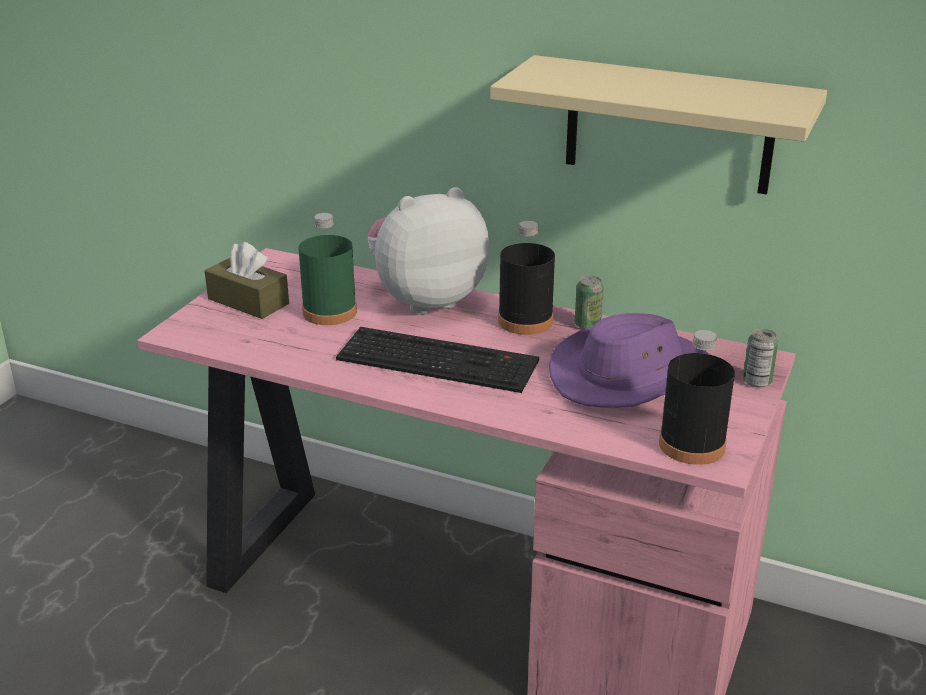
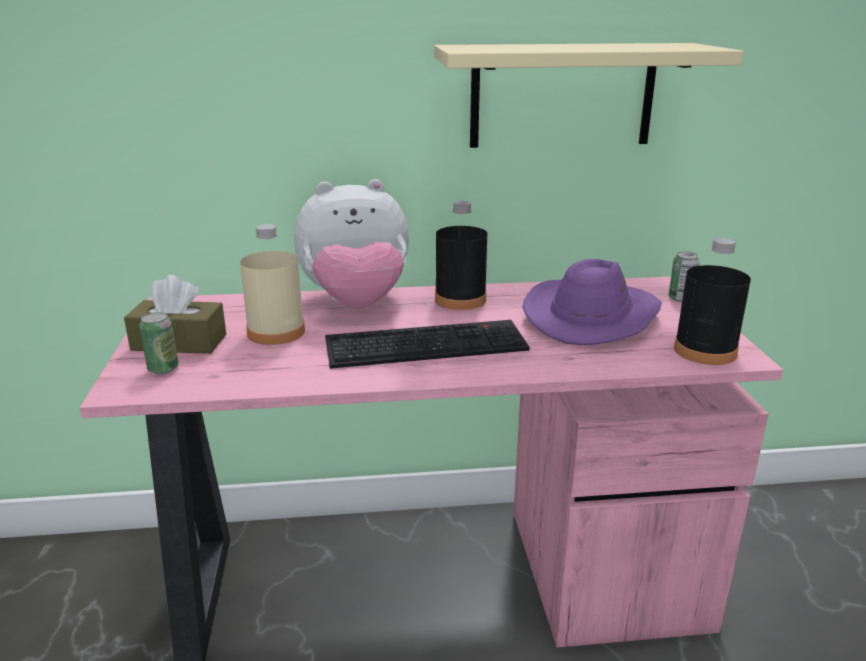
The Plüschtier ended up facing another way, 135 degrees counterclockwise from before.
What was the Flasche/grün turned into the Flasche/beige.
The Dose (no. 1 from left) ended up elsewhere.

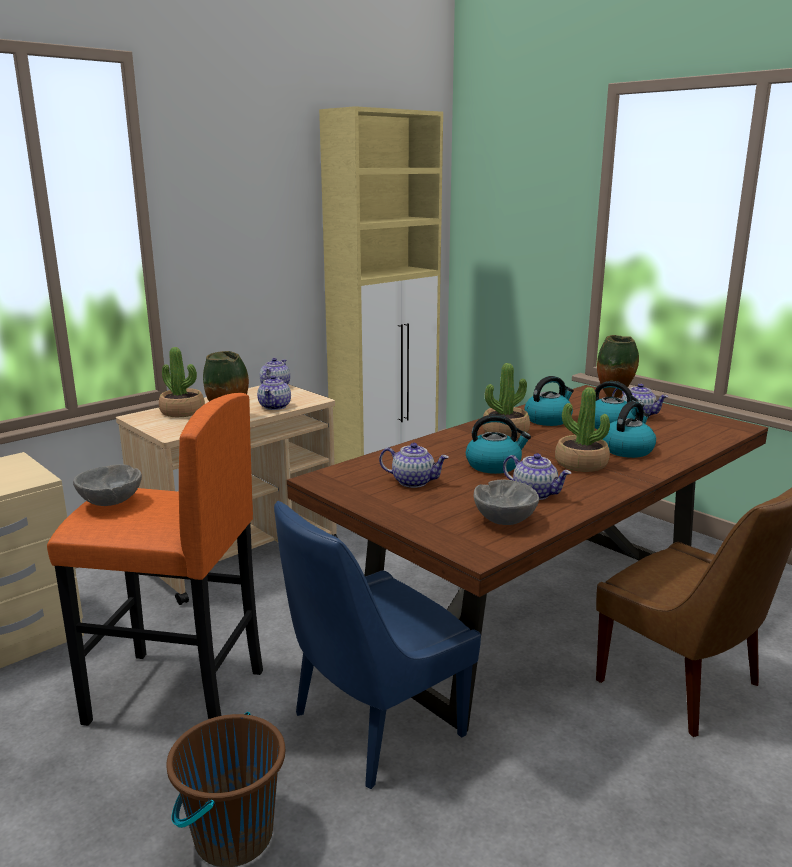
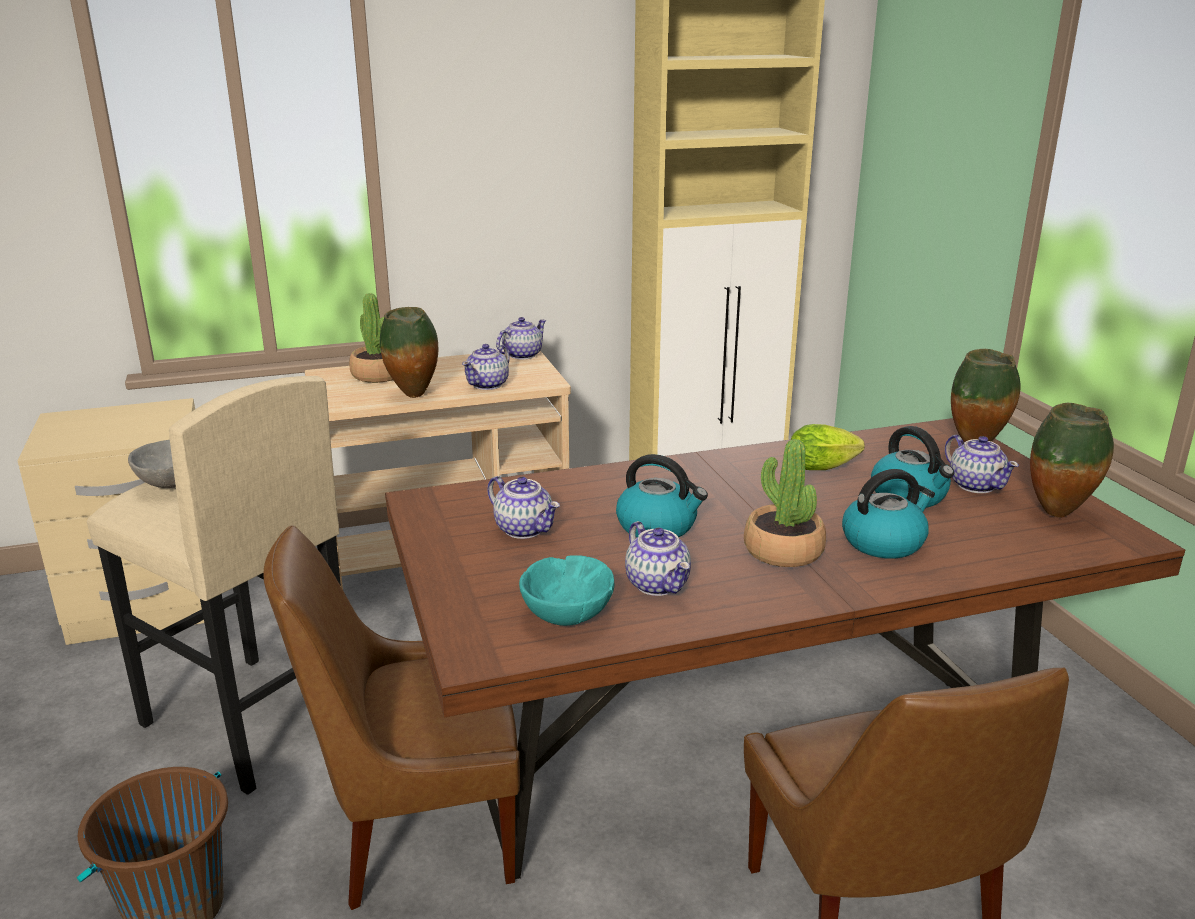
The second view lost the Topfpflanze (no. 2 from left).
Where the Wasserkessel (no. 2 from left) stood, the Salatkopf came to stand.
What was the Hocker/orange turned into the Hocker/beige.
What was the Schüssel/grau (no. 2 from left) turned into the Schüssel/türkis.
What was the Stuhl/blau turned into the Stuhl/braun (no. 1 from left).
The second view gained the Vase (no. 3 from left).

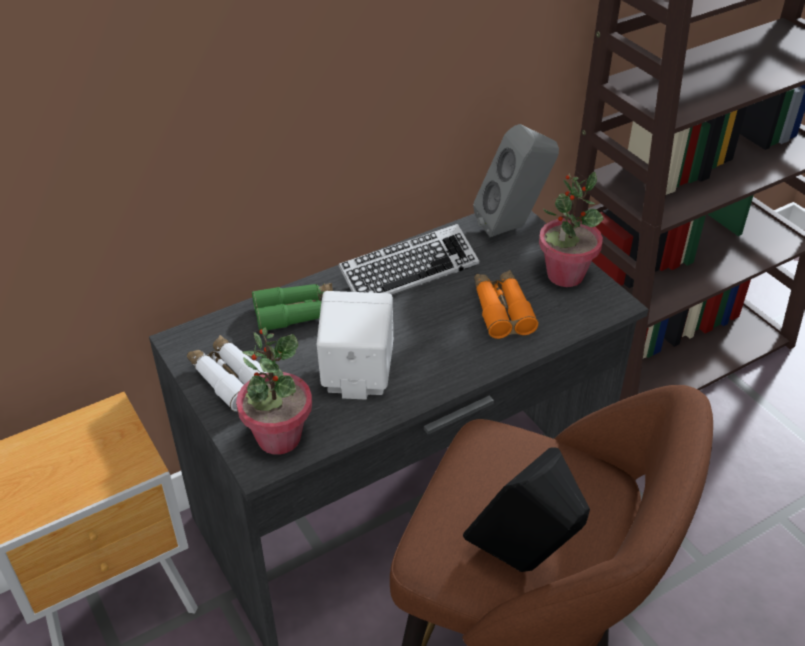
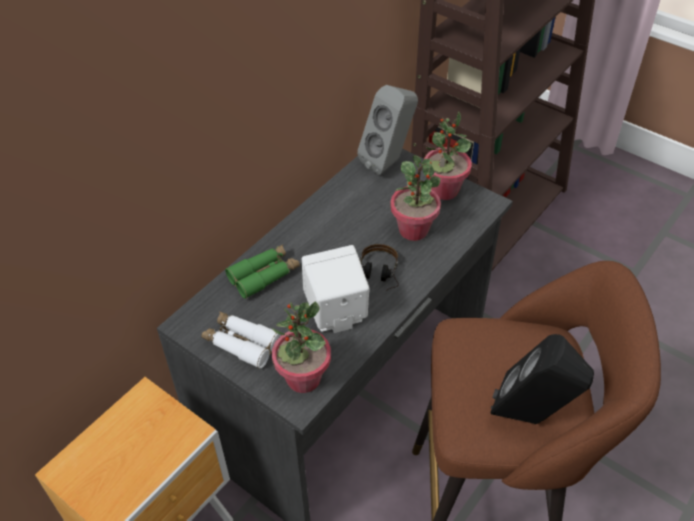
The second view lost the Tastatur.
Where the Fernglas/orange stood, the Topfpflanze (no. 2 from left) came to stand.
The second view gained the Kopfhörer.

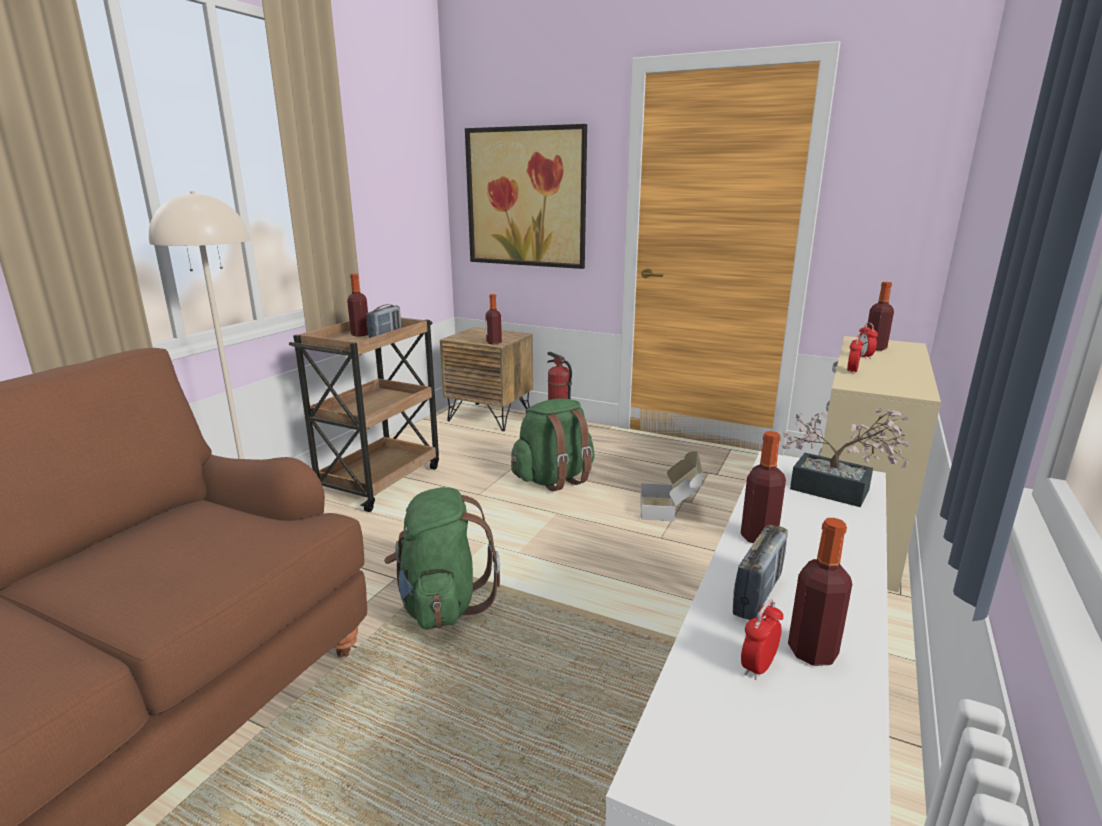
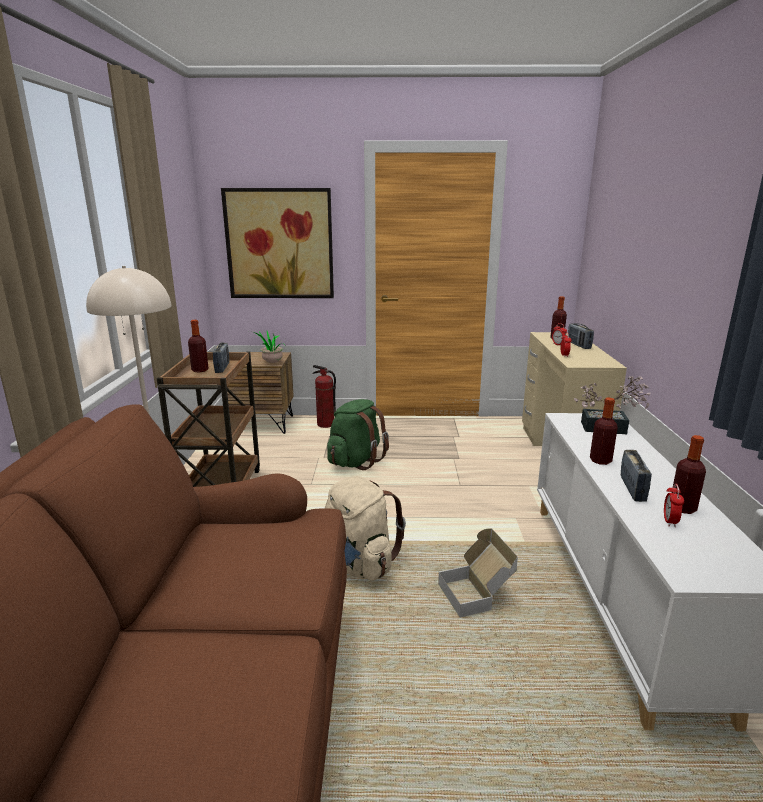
Where the Flasche (no. 2 from left) stood, the Topfpflanze (no. 1 from left) came to stand.
The Karton ended up elsewhere.
What was the Rucksack/grün (no. 1 from left) turned into the Rucksack/beige.
The second view gained the Radio (no. 2 from left).

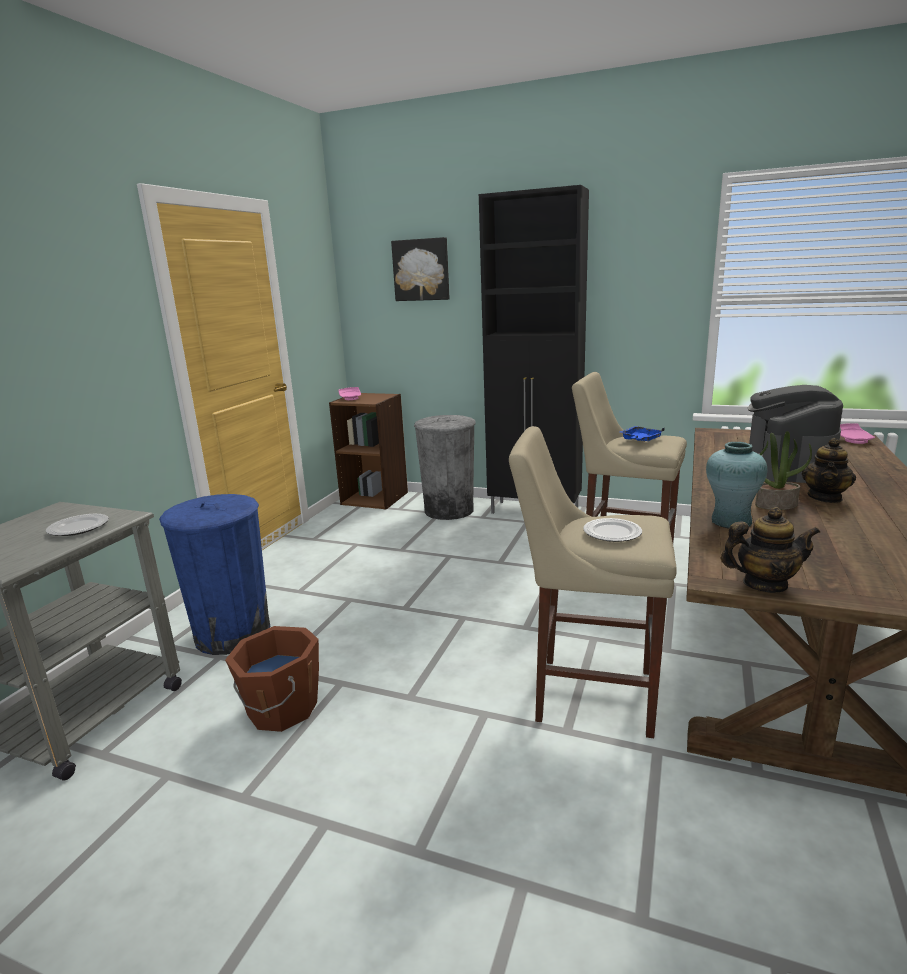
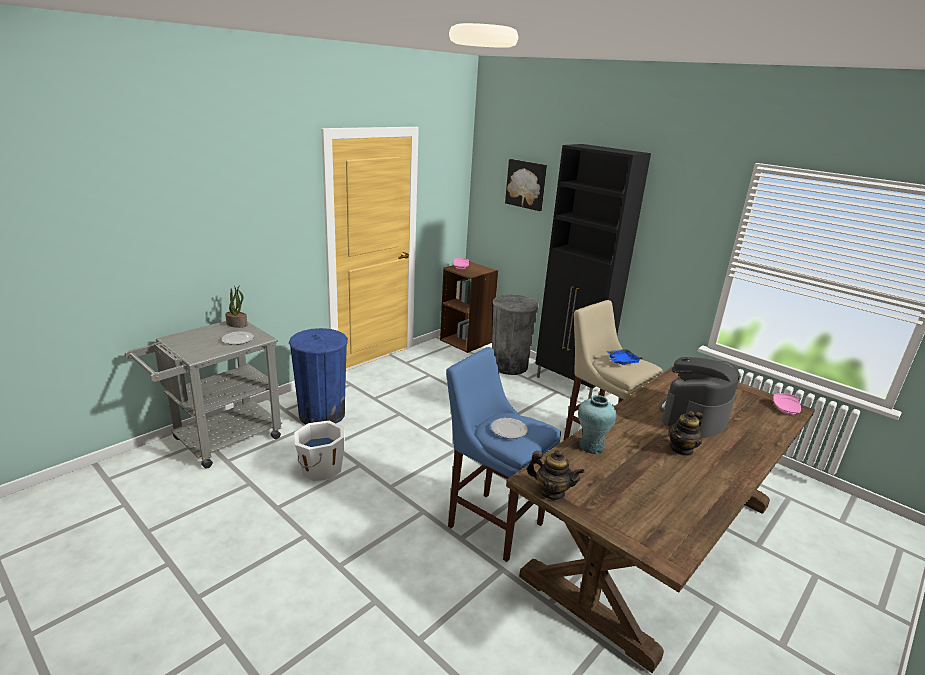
What was the Hocker/beige (no. 1 from left) turned into the Hocker/blau.
The Topfpflanze ended up elsewhere.
What was the Eimer/braun turned into the Eimer/weiß.

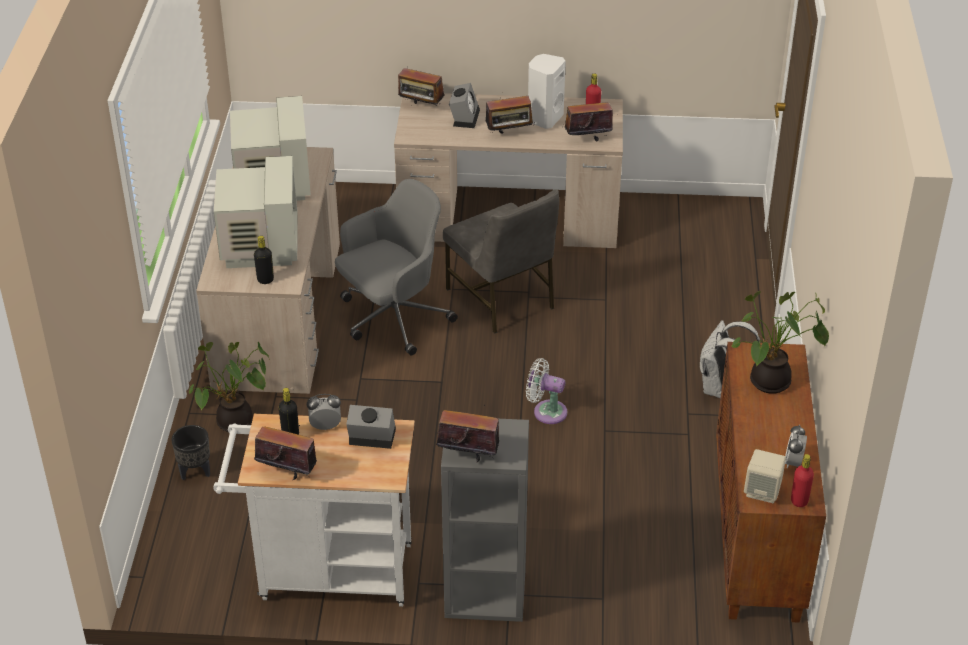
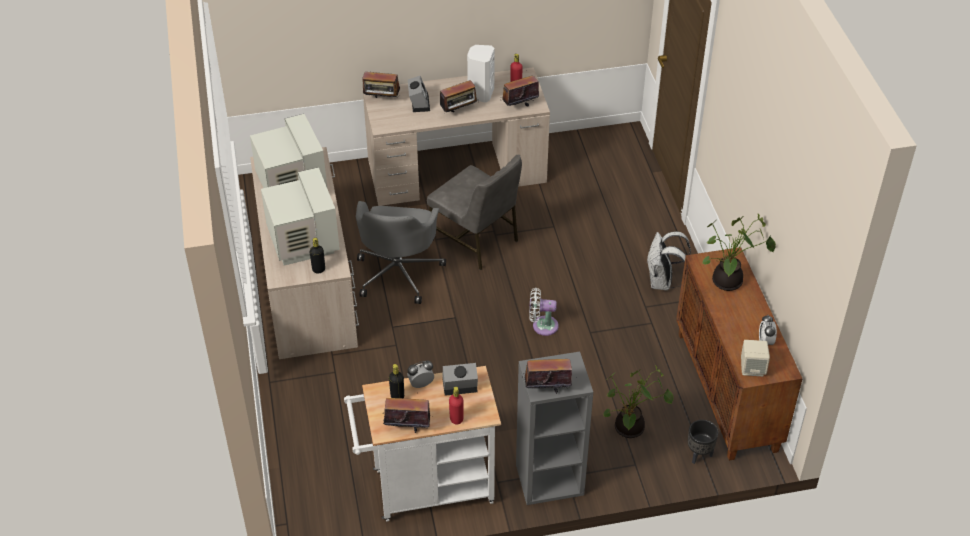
The Bürostuhl/grau ended up facing another way, 150 degrees clockwise from before.
The Topfpflanze (no. 1 from left) ended up elsewhere.
The Pflanzkübel/schwarz ended up elsewhere.
The Flasche/rot (no. 2 from left in the first image) ended up elsewhere.

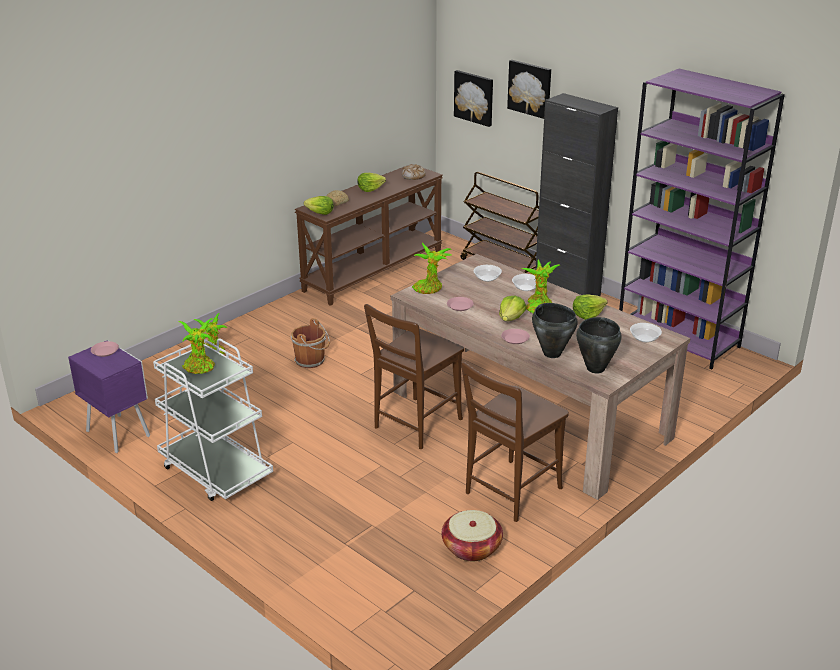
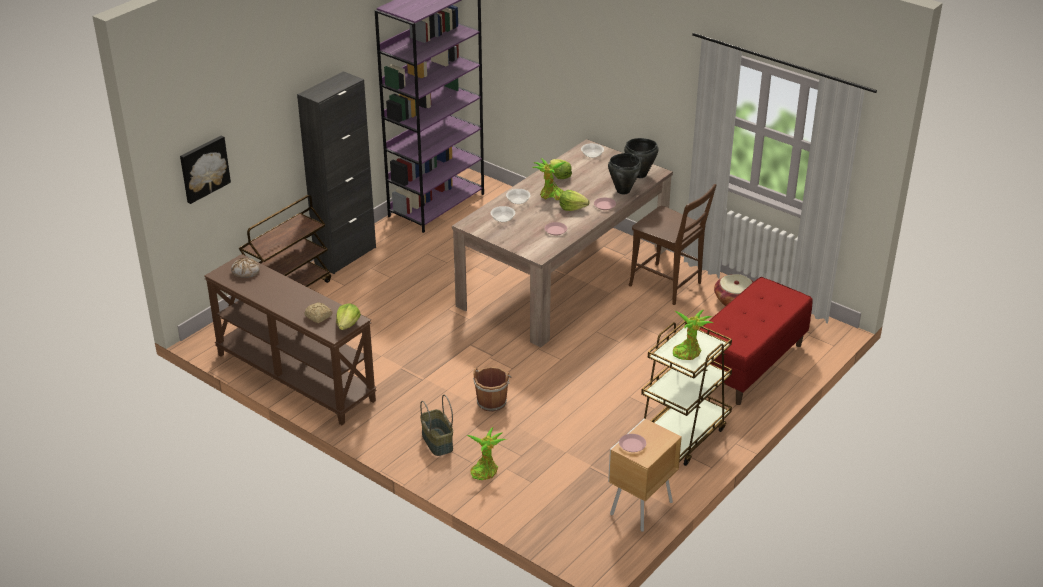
The second view lost the Bild (no. 2 from left).
The second view lost the Salatkopf (no. 2 from left).
The second view lost the Topfpflanze (no. 3 from left).
The second view lost the Stuhl/braun (no. 1 from left).
What was the Rollwagen/weiß turned into the Rollwagen/braun (no. 2 from left).
What was the Nachttisch/lila turned into the Nachttisch/braun.
The second view gained the Bank/rot.
The second view gained the Korb (no. 1 from left).

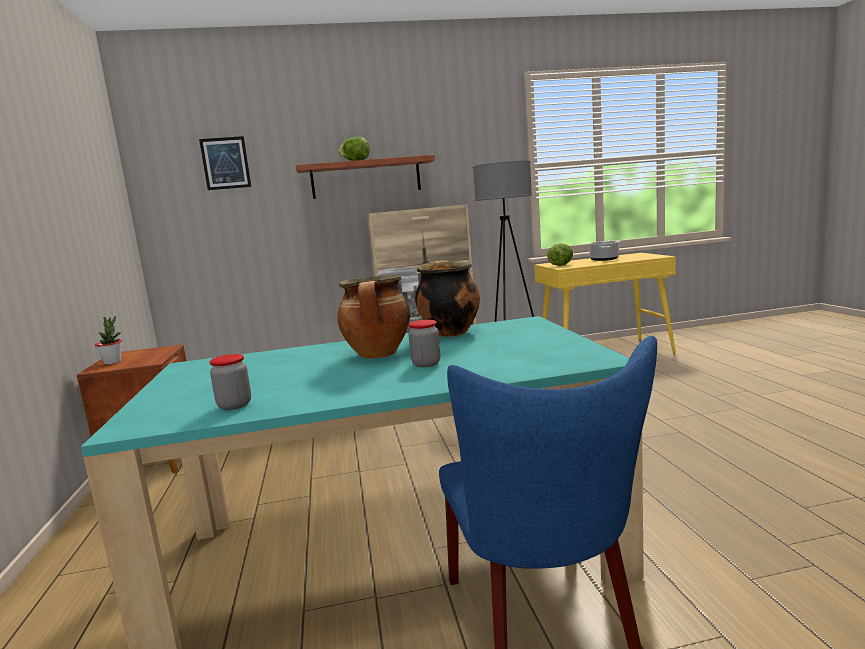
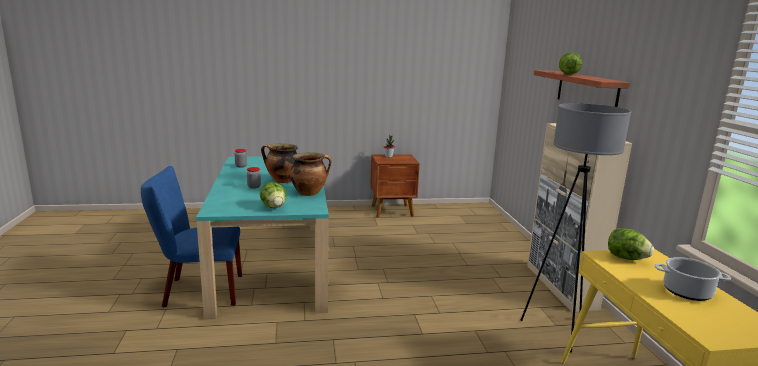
The second view lost the Bild.
The second view gained the Salatkopf (no. 1 from left).

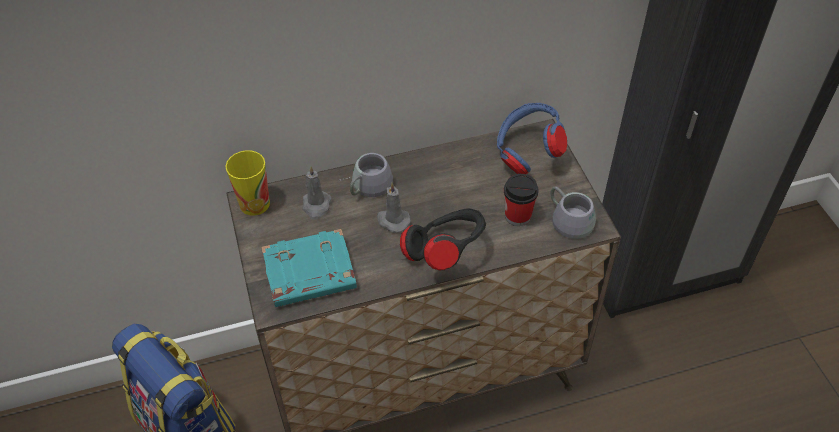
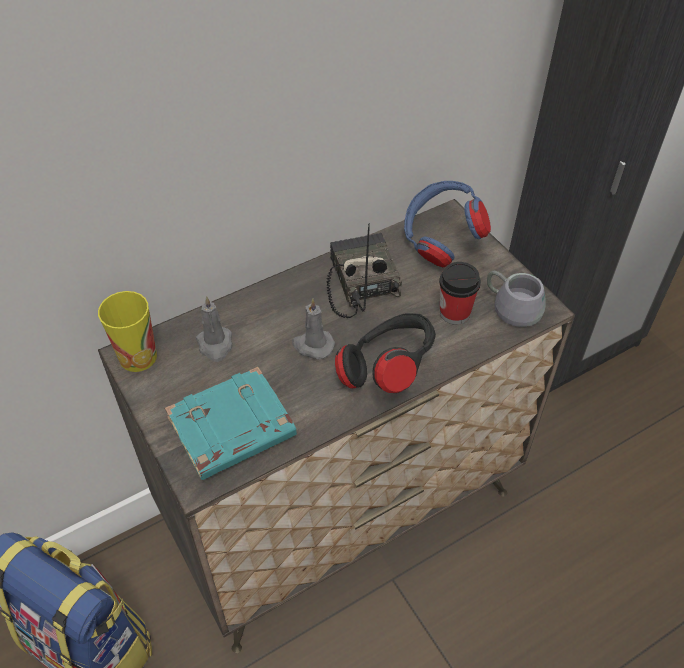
The second view lost the Henkelbecher/grau (no. 1 from left).
The second view gained the Radio.

